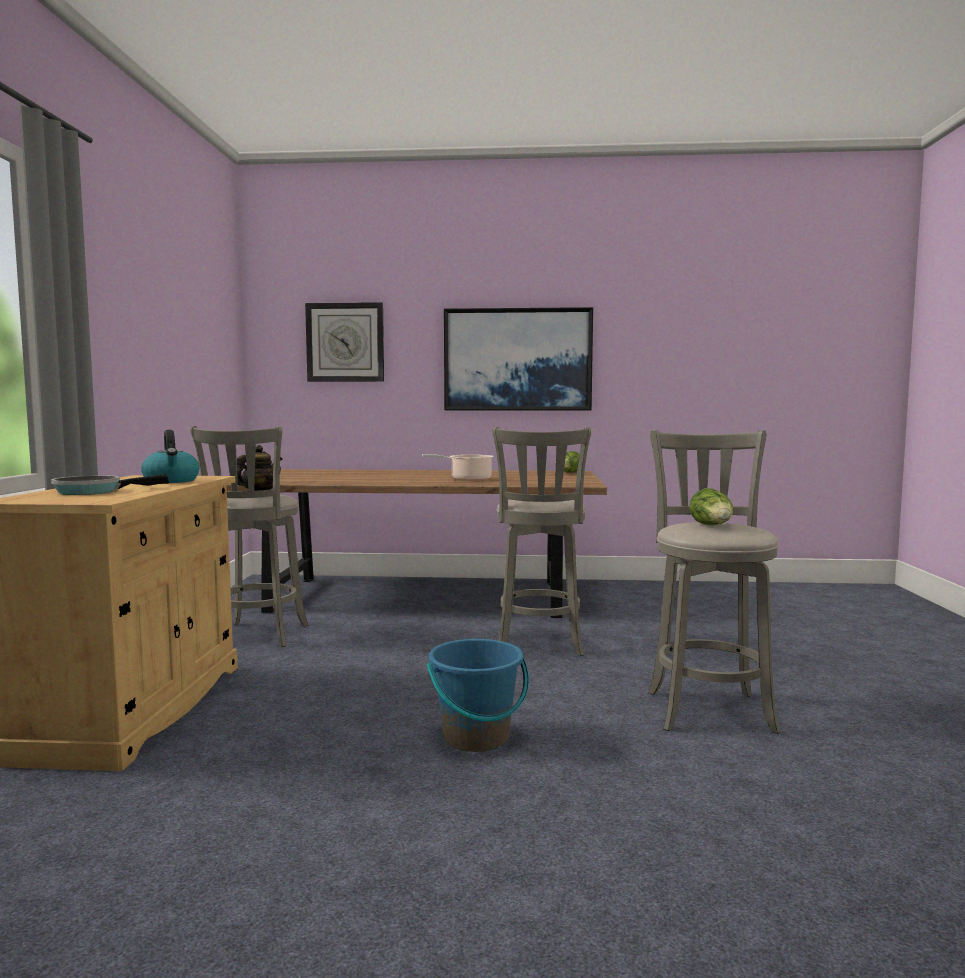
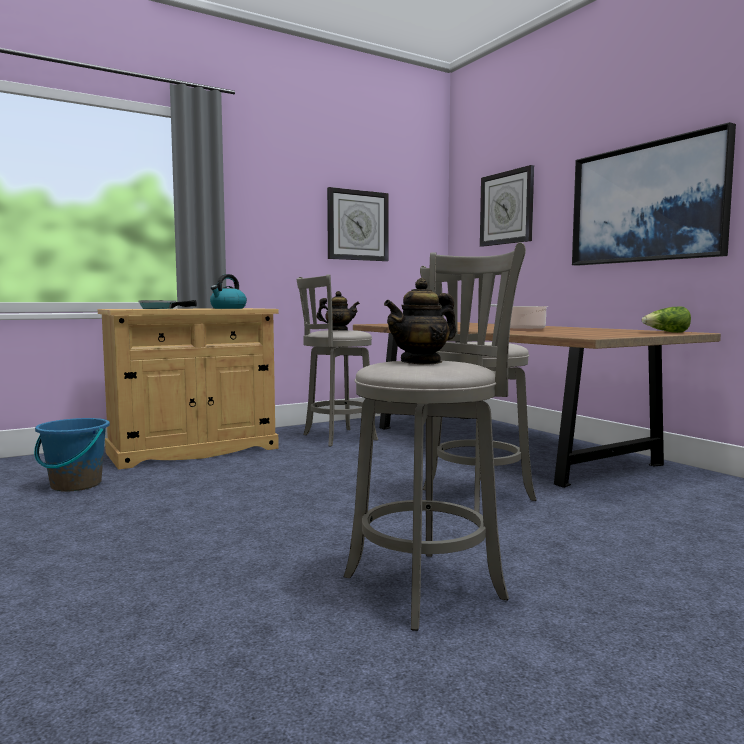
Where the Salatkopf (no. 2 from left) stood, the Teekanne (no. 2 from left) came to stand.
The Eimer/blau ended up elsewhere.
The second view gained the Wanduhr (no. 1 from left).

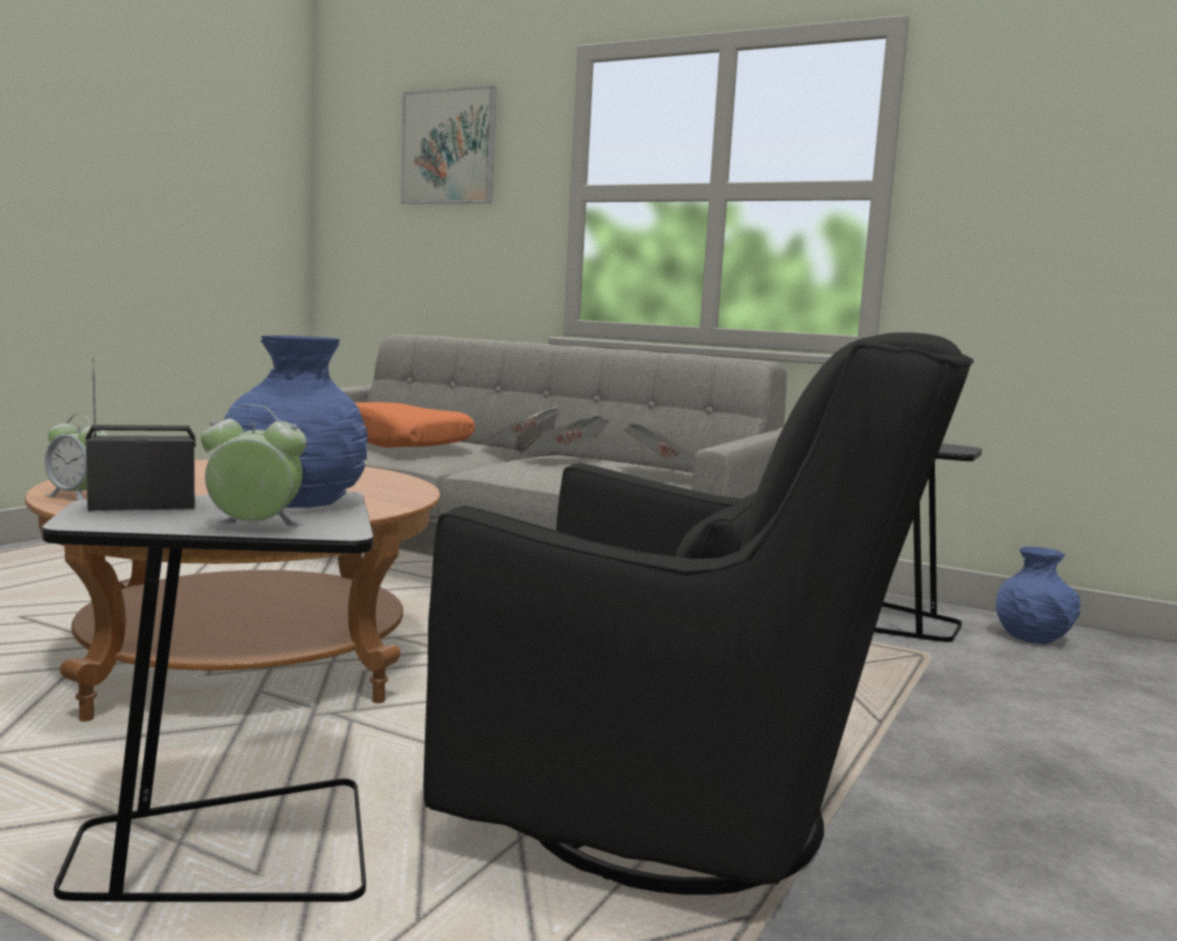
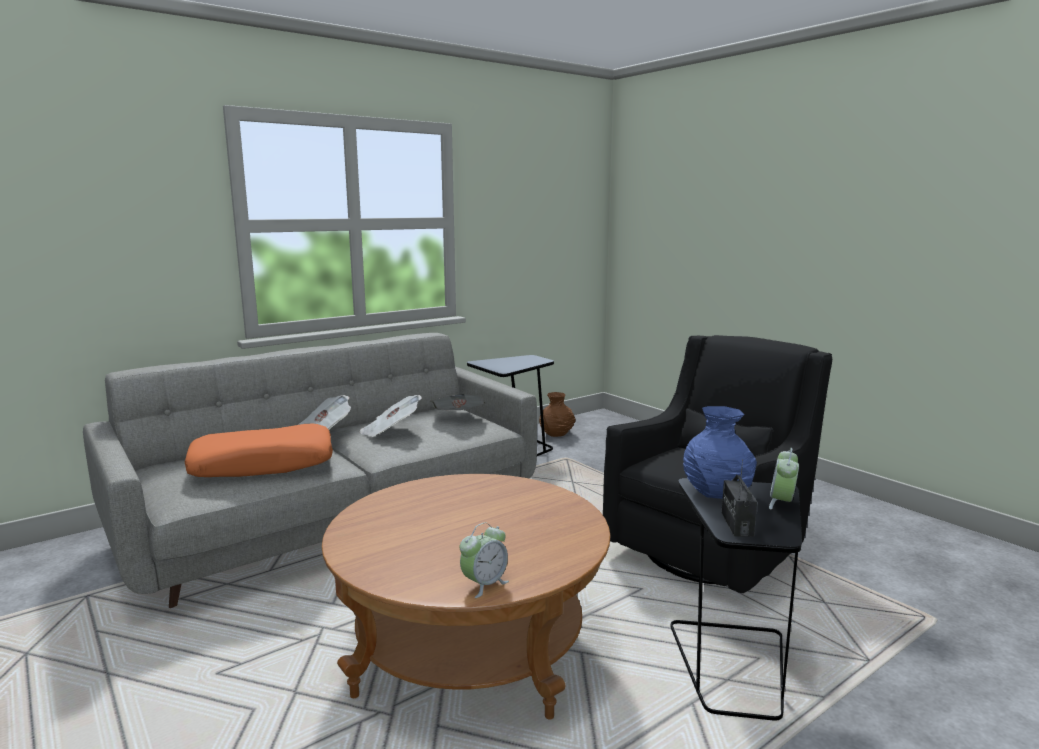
The second view lost the Bild.
What was the Vase/blau (no. 2 from left) turned into the Vase/braun.

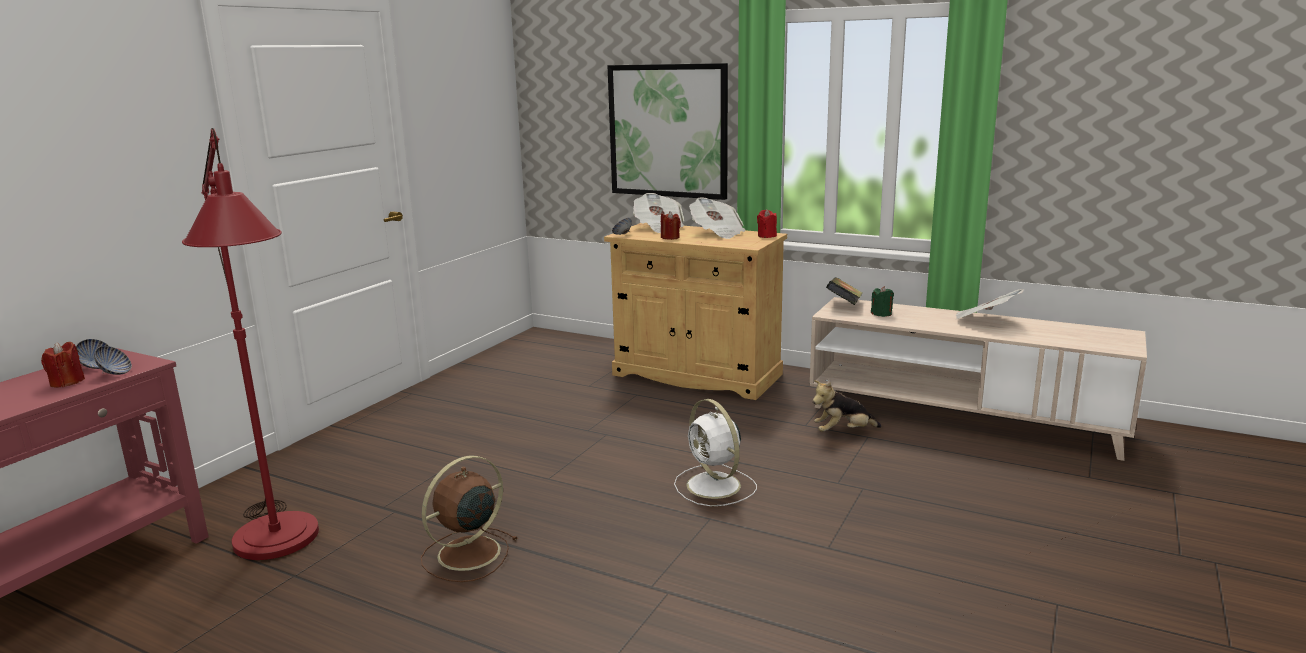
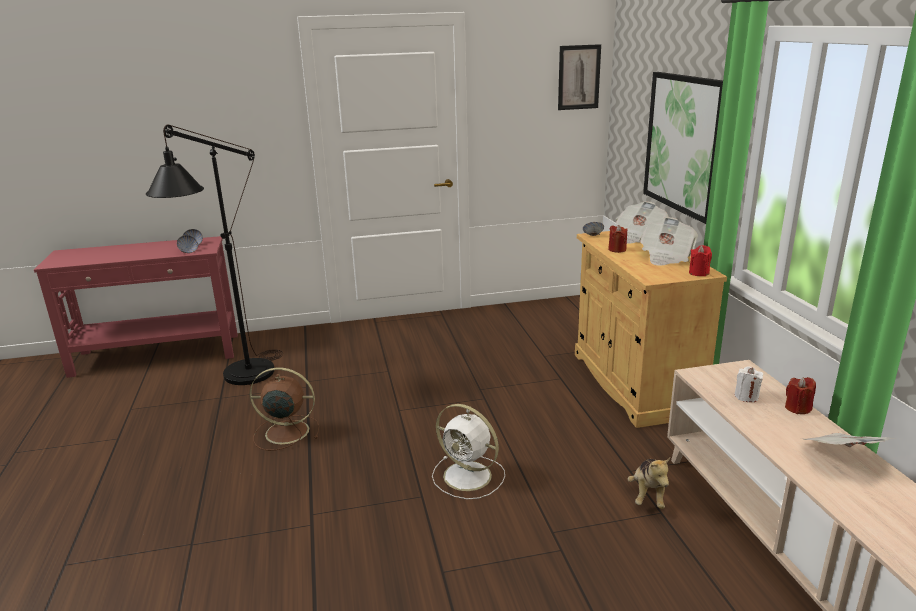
What was the Stehlampe/rot turned into the Stehlampe/schwarz.
The second view lost the Buch.
What was the Kerze/grün turned into the Kerze/weiß.
The Kerze/rot (no. 1 from left in the first image) ended up elsewhere.
The Plüschtier ended up facing another way, 120 degrees counterclockwise from before.
The Ventilator/weiß ended up facing another way, 75 degrees counterclockwise from before.
The second view gained the Bild (no. 1 from left).

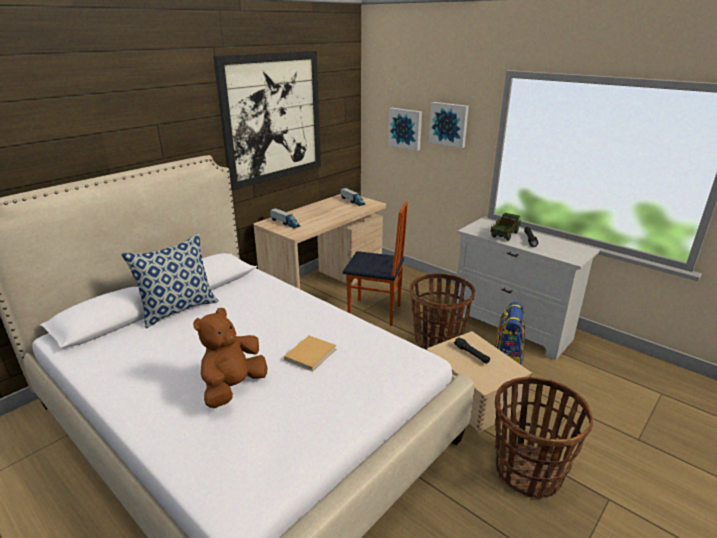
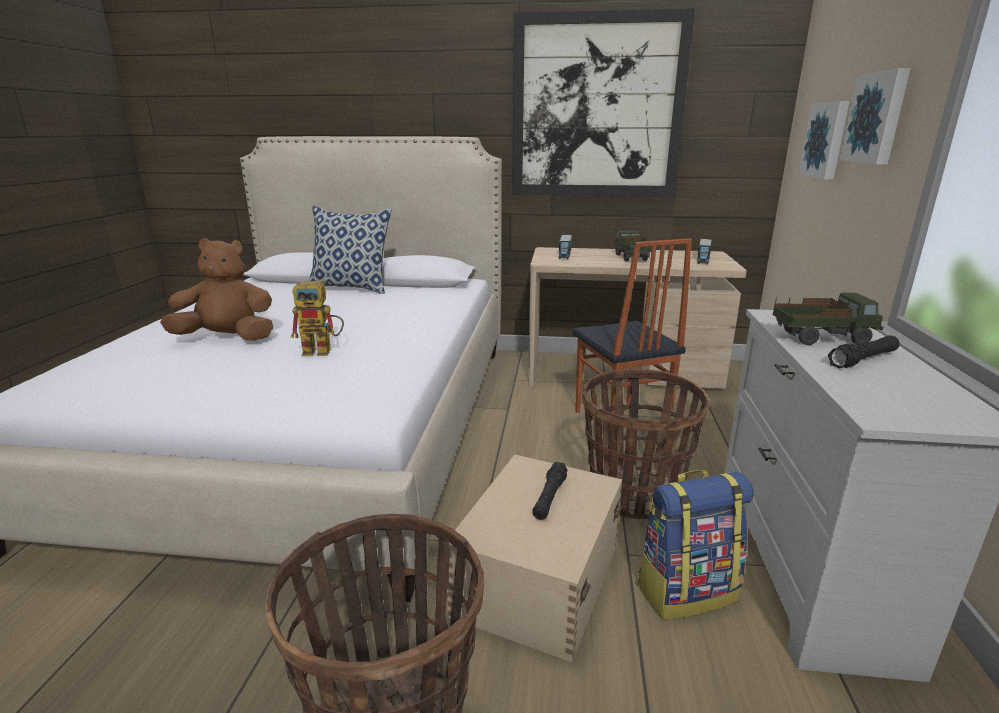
Where the Buch/beige stood, the Spielzeugroboter came to stand.
The second view gained the Spielzeuglaster (no. 2 from left).

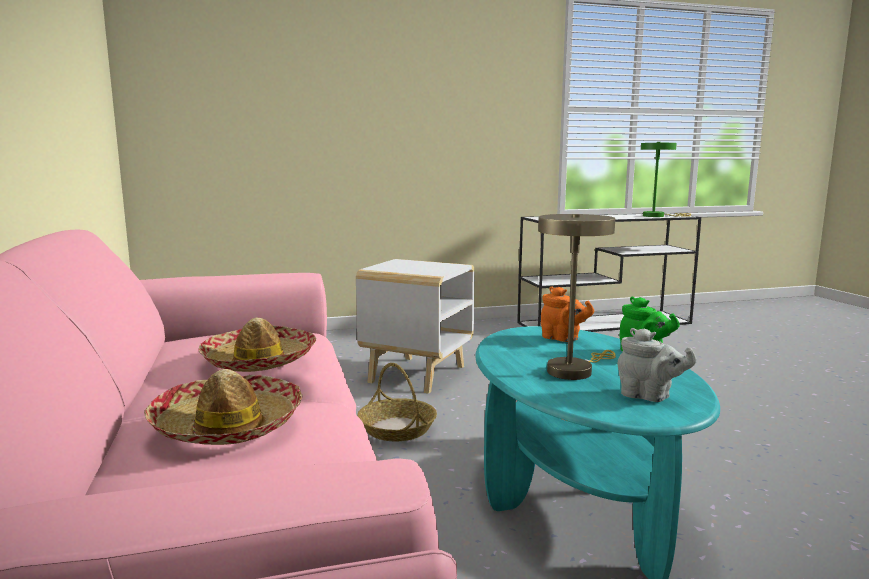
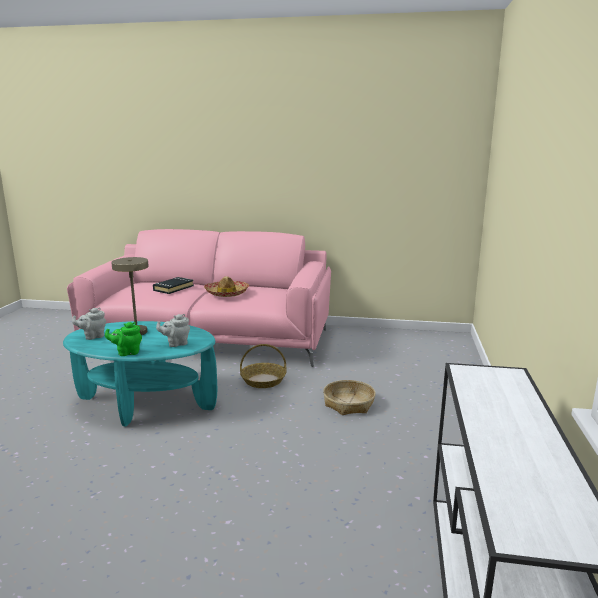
The second view lost the Tischlampe/grün.
Where the Beistelltisch/weiß stood, the Korb (no. 2 from left) came to stand.
What was the Teekanne/orange turned into the Teekanne/grau (no. 2 from left).
Where the Hut (no. 1 from left) stood, the Buch/schwarz came to stand.

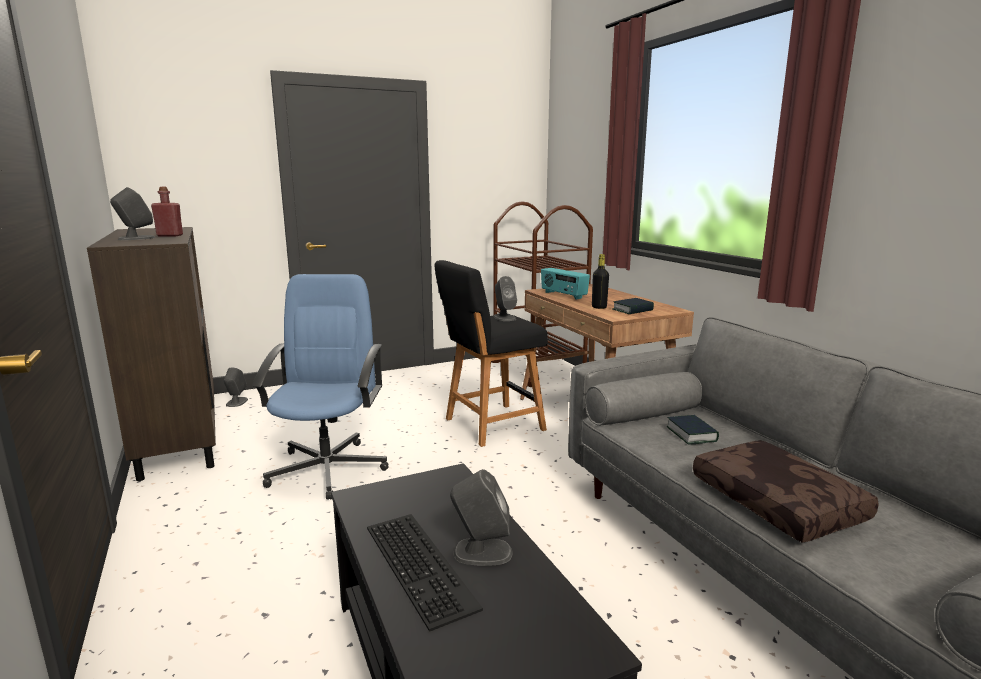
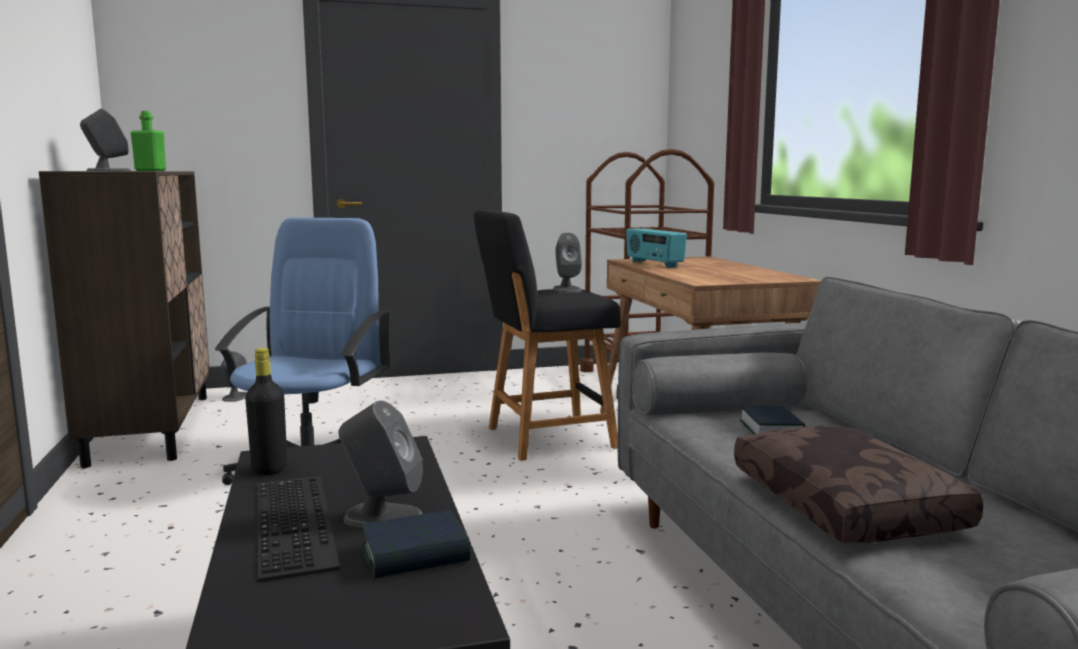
What was the Flasche/rot turned into the Flasche/grün.
The Flasche/schwarz ended up elsewhere.
The Buch (no. 1 from left) ended up elsewhere.

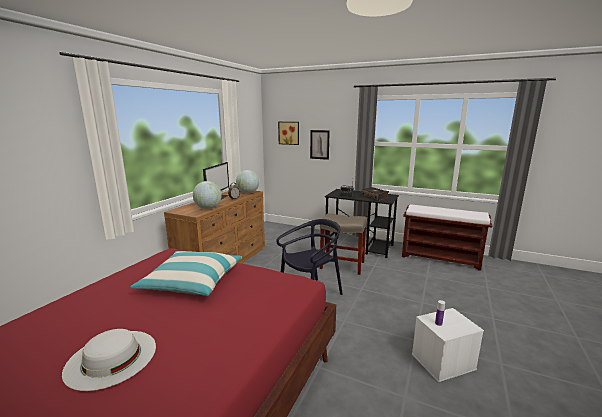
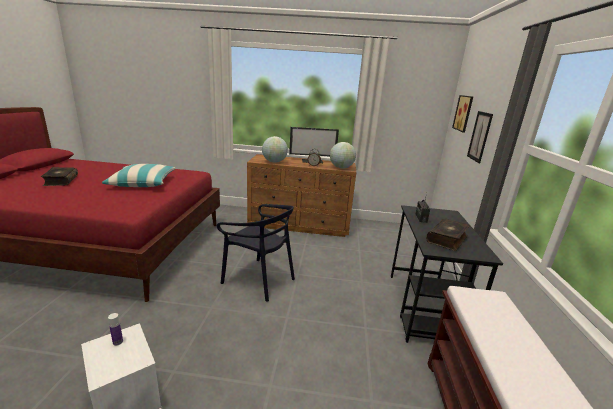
The second view lost the Hocker/beige.
Where the Hut/weiß stood, the Buch (no. 1 from left) came to stand.

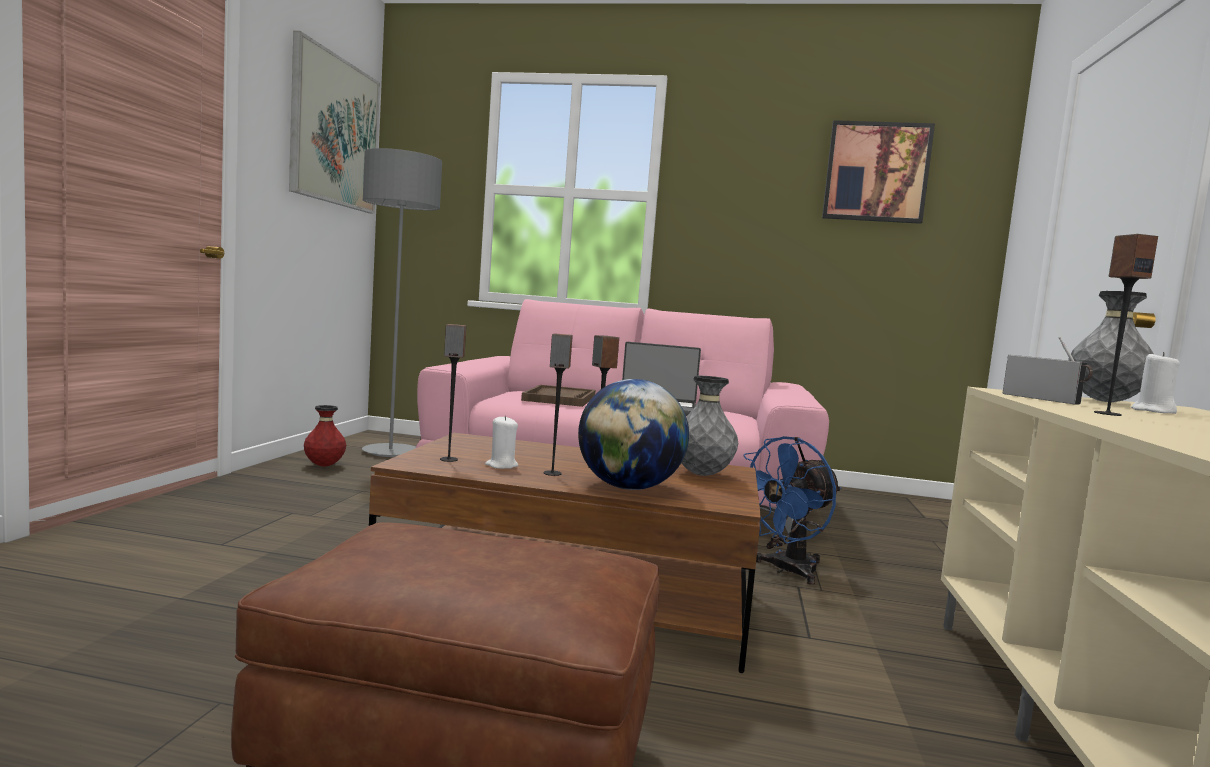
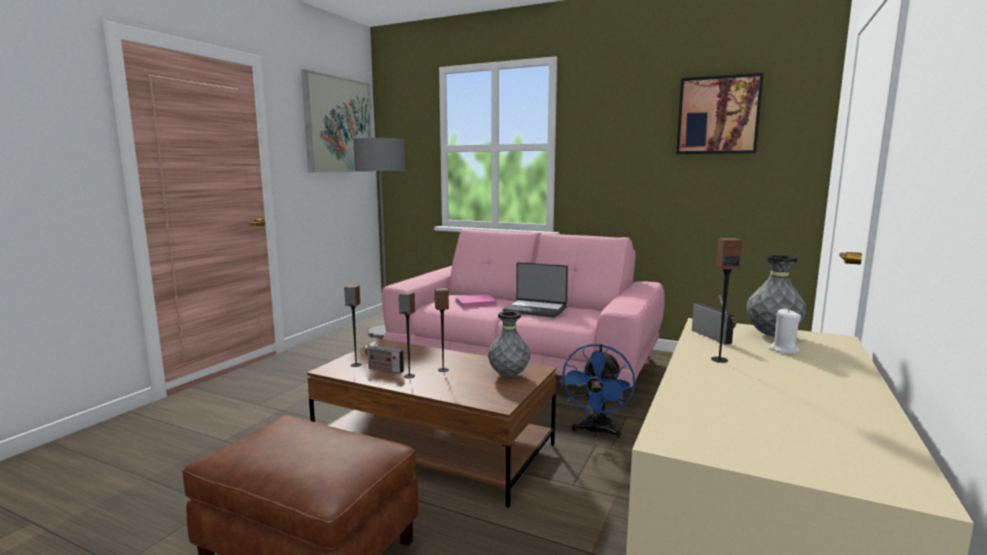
The second view lost the Globus.
Where the Tablett/braun stood, the Buch/rosa came to stand.
The second view lost the Vase/rot.
Where the Kerze/weiß (no. 1 from left) stood, the Radio (no. 1 from left) came to stand.
The Ventilator/blau ended up facing another way, 45 degrees counterclockwise from before.

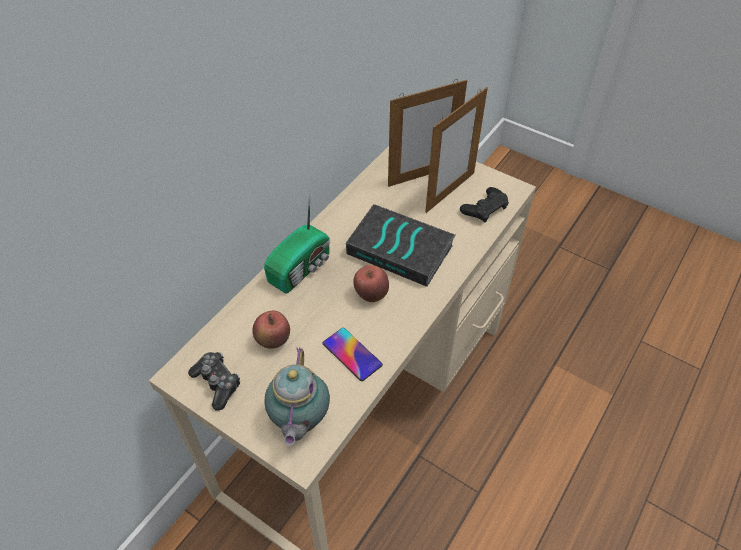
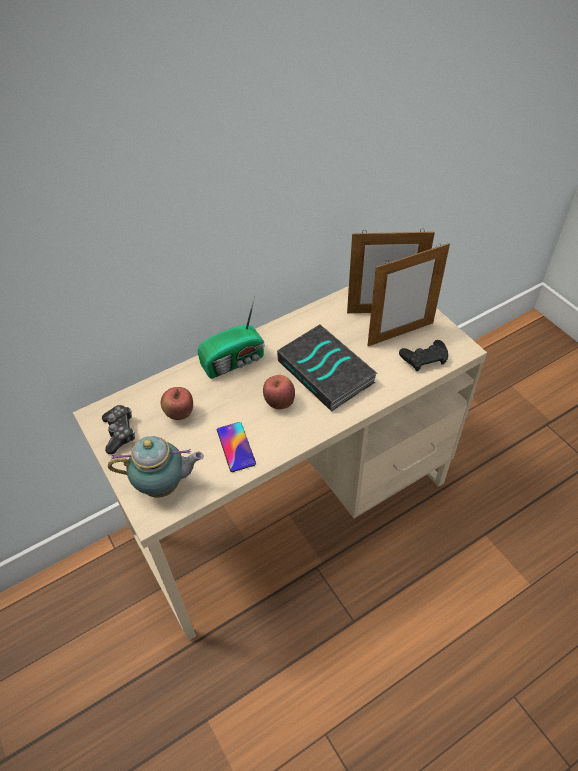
The Teekanne ended up facing another way, 120 degrees counterclockwise from before.

